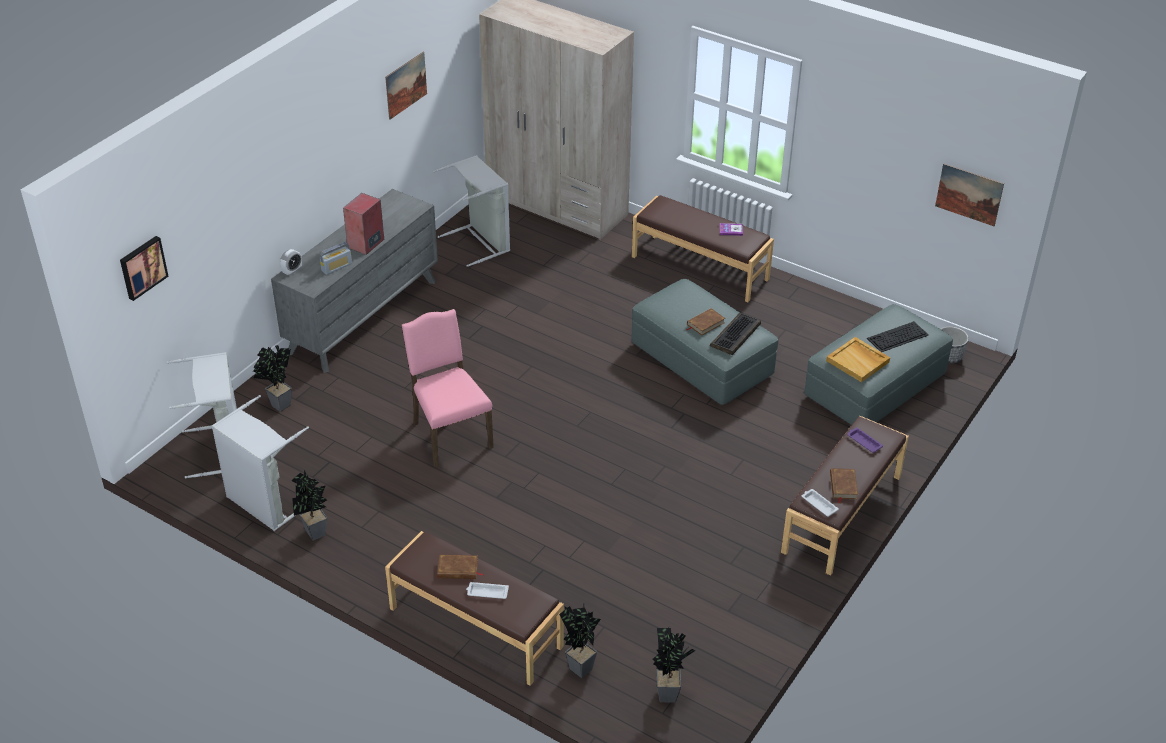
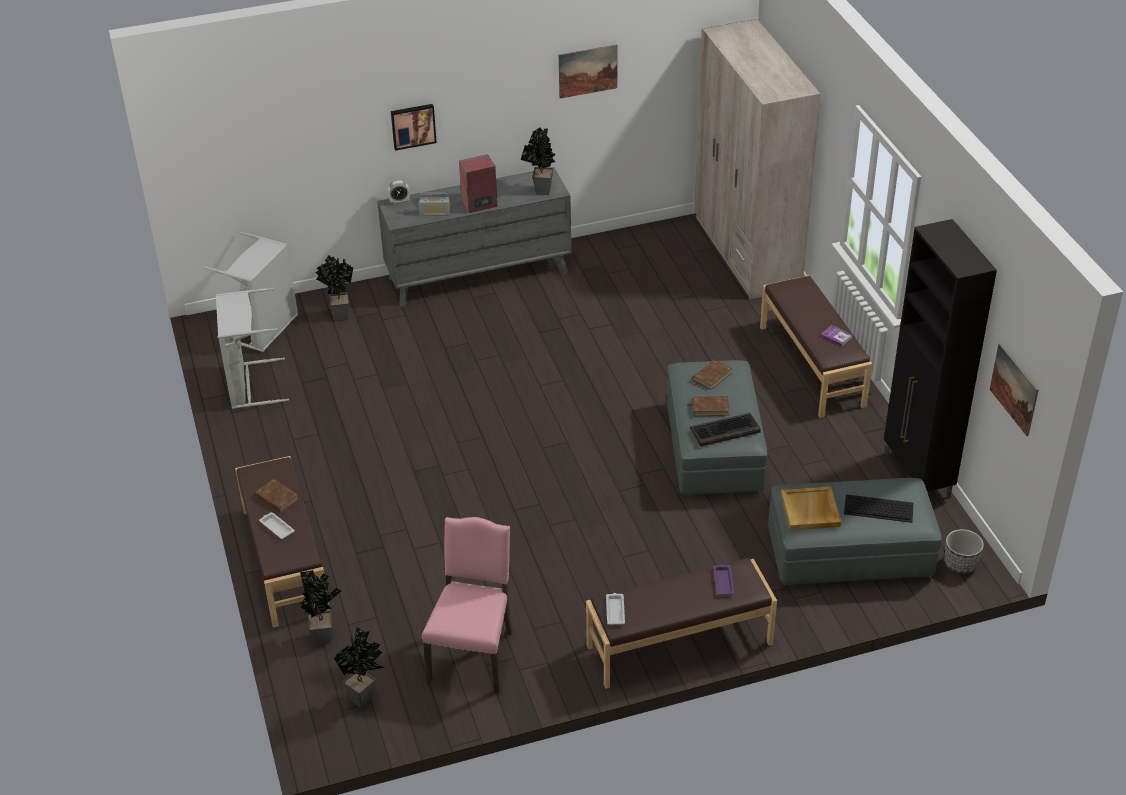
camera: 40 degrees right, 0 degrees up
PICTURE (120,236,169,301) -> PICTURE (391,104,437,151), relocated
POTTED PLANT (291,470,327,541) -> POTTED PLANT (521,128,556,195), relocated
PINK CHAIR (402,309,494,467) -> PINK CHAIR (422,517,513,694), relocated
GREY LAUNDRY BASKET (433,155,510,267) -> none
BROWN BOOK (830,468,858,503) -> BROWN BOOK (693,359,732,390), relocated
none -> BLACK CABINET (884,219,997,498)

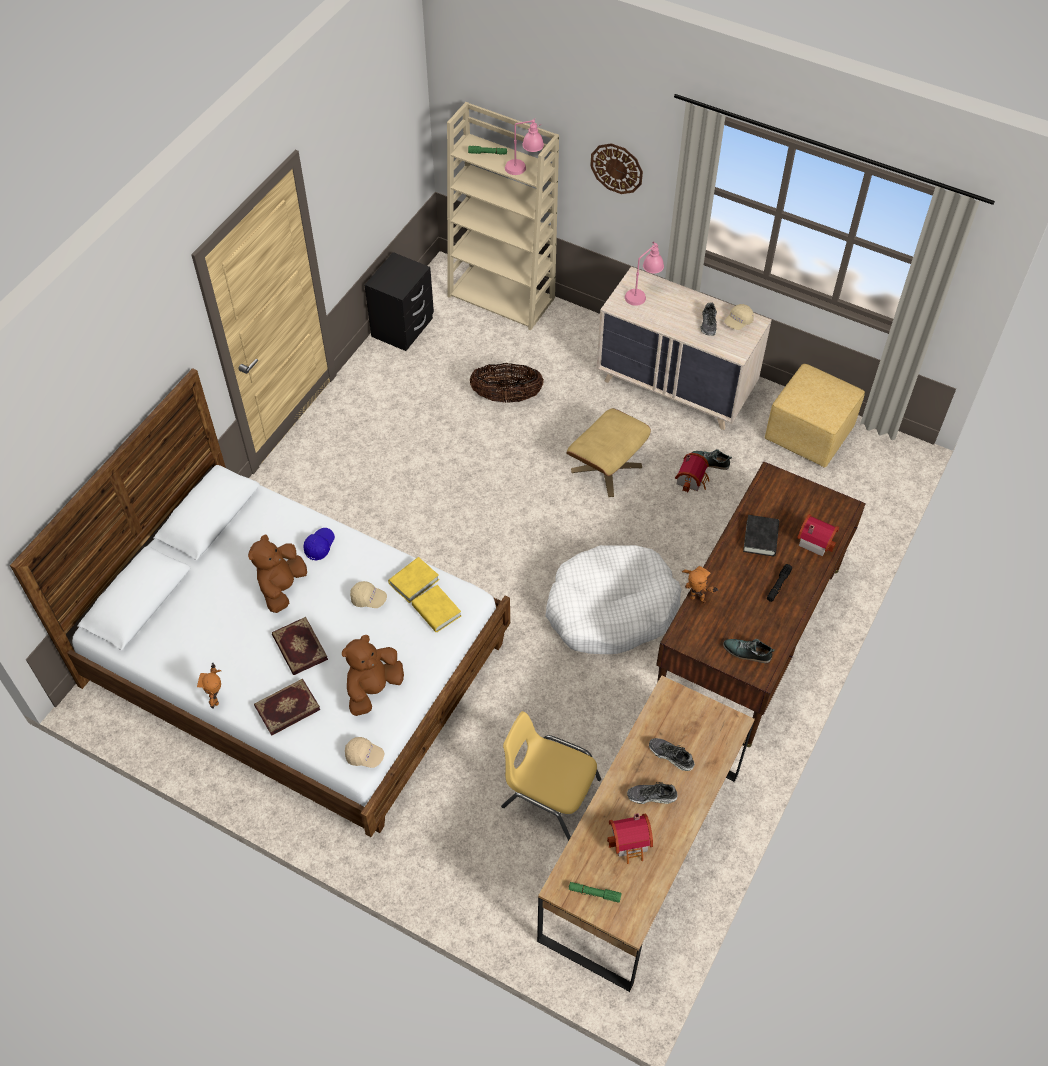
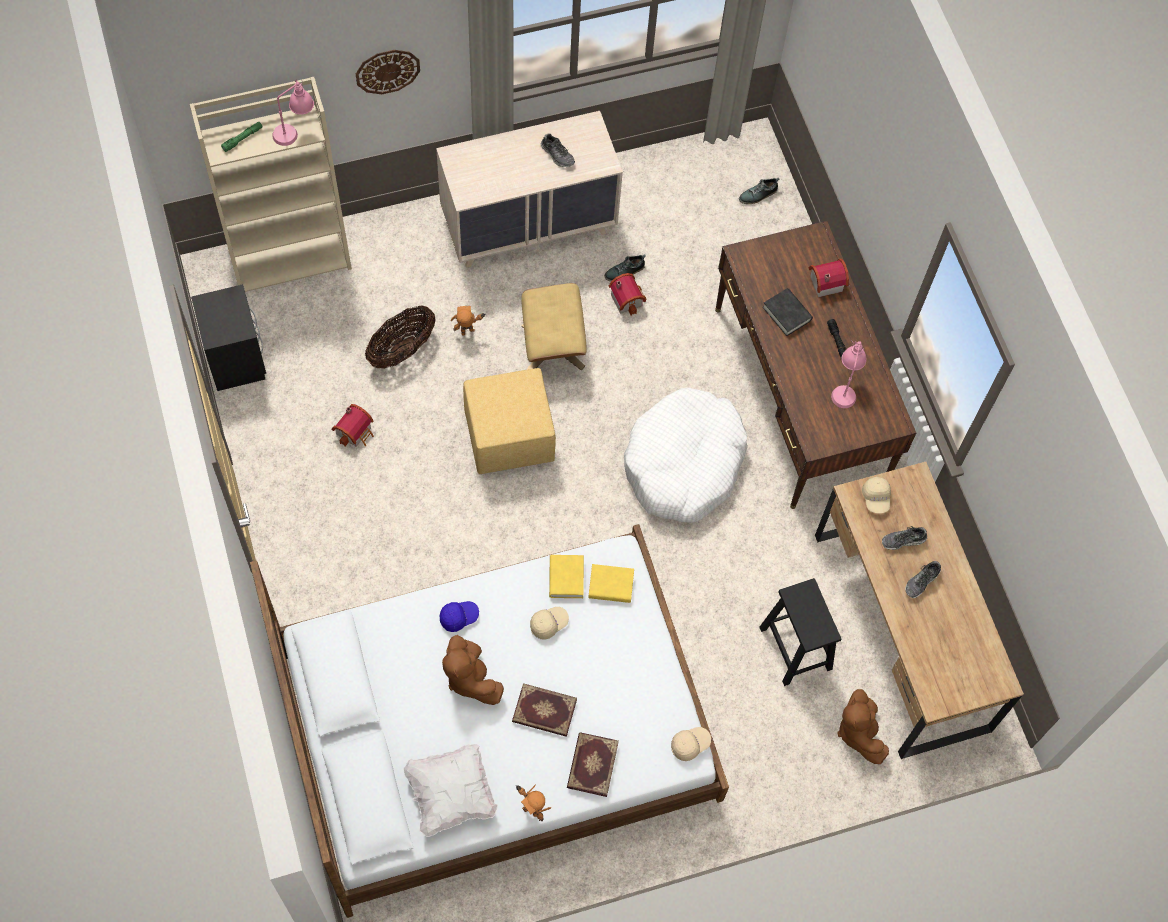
camera: 50 degrees left, 10 degrees up
BLUE CAP (303,528,335,560) -> BLUE CAP (440,601,479,632), 90 degrees clockwise
BROWN PLUSH TOY (342,635,404,716) -> BROWN PLUSH TOY (838,689,889,764), relocated
YELLOW CHAIR (501,711,601,841) -> BLACK STOOL (759,578,841,686)
GREEN FLASHLIGHT (569,882,622,903) -> none
TOY HOUSE (607,813,653,864) -> TOY HOUSE (331,404,374,447), relocated
PINK TABLE LAMP (625,242,664,306) -> PINK TABLE LAMP (831,340,866,408), relocated
TOY ROBOT (682,566,718,603) -> TOY ROBOT (451,306,485,336), relocated
SHOE (723,639,775,663) -> SHOE (739,177,780,204), relocated
BEIGE CAP (724,304,754,330) -> BEIGE CAP (862,476,891,513), relocated
YELLOW OTTOMAN (765,364,865,468) -> YELLOW OTTOMAN (463,368,556,474), relocated
none -> WHITE PILLOW (403,744,498,837)

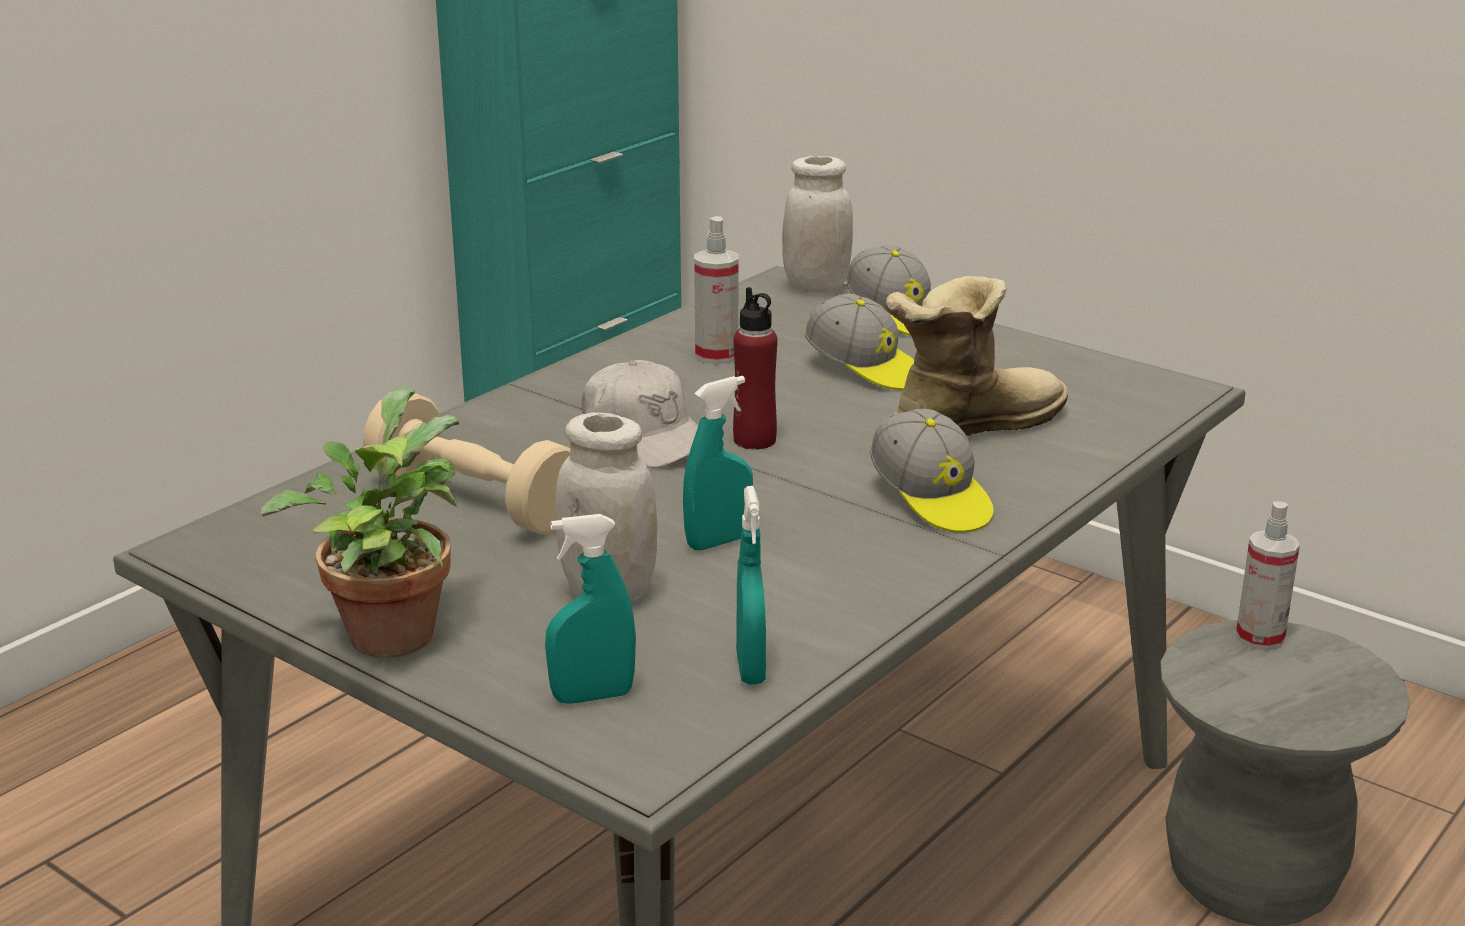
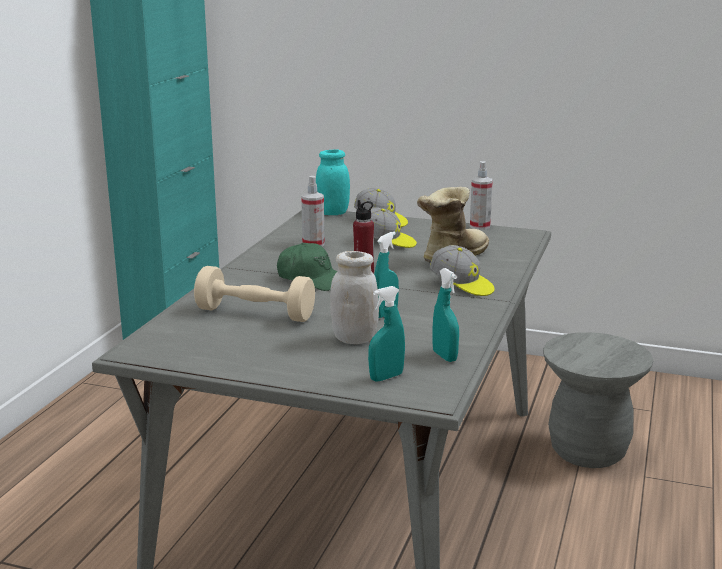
camera: 20 degrees left, 5 degrees down
POTTED PLANT (261,388,459,658) -> none
WHITE CAP (582,360,698,468) -> GREEN CAP (277,243,337,291)
WHITE JAR (782,156,853,292) -> TURQUOISE JAR (316,149,350,215)
SPRAY BOTTLE (1236,501,1300,651) -> SPRAY BOTTLE (470,161,493,230), relocated

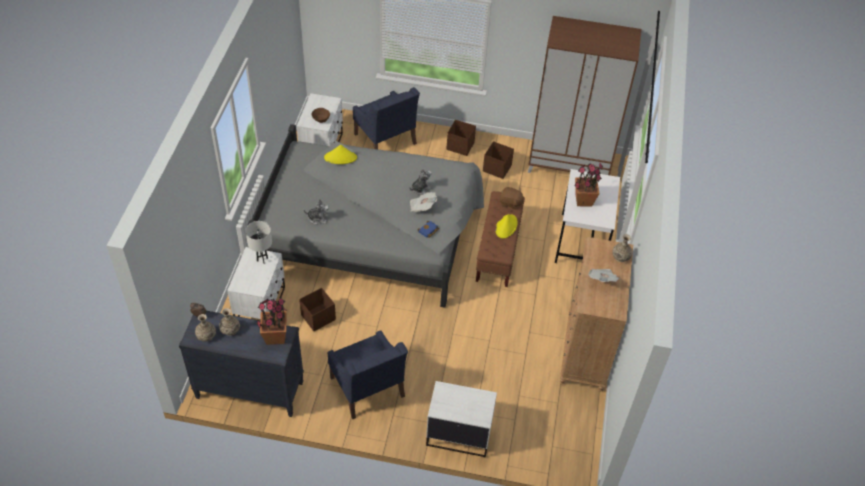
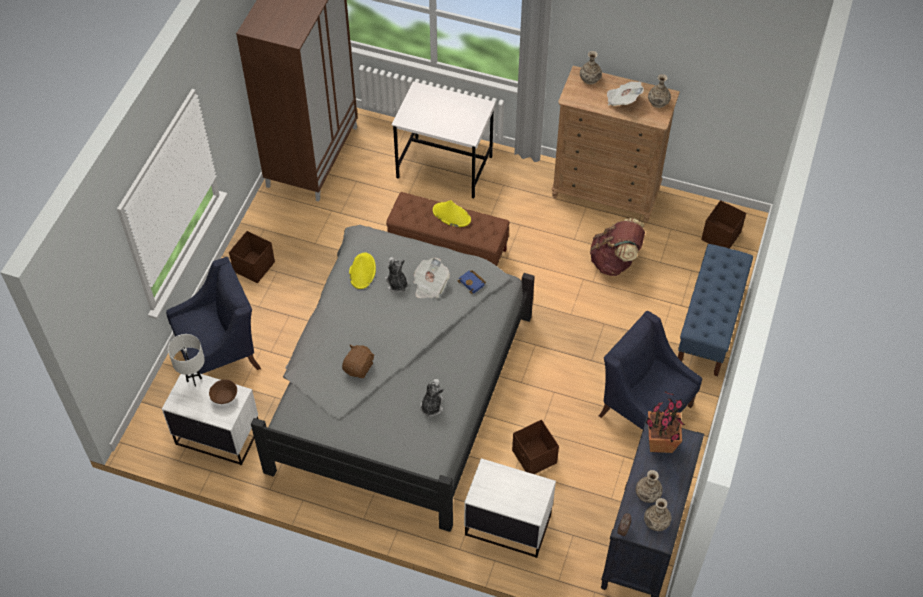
camera: 80 degrees left, 5 degrees up
WHITE TABLE LAMP (245,221,272,264) -> WHITE TABLE LAMP (168,334,205,386), relocated
YELLOW HAT (324,145,357,164) -> YELLOW HAT (349,253,376,289), relocated
BLUE ARMCHAIR (327,331,408,419) -> BLUE ARMCHAIR (598,311,702,430), 120 degrees counterclockwise
WHITE NIGHTSTAND (426,381,497,457) -> BLUE BENCH (678,244,753,376)
BROWN STORAGE BOX (483,141,514,179) -> BROWN STORAGE BOX (701,200,746,249), relocated
BROWN PLUSH TOY (500,187,525,210) -> BROWN PLUSH TOY (342,345,374,378), relocated
POTTED PLANT (574,163,603,207) -> none
none -> BROWN BACKPACK (590,218,645,276)
none -> VASE (648,74,671,108)

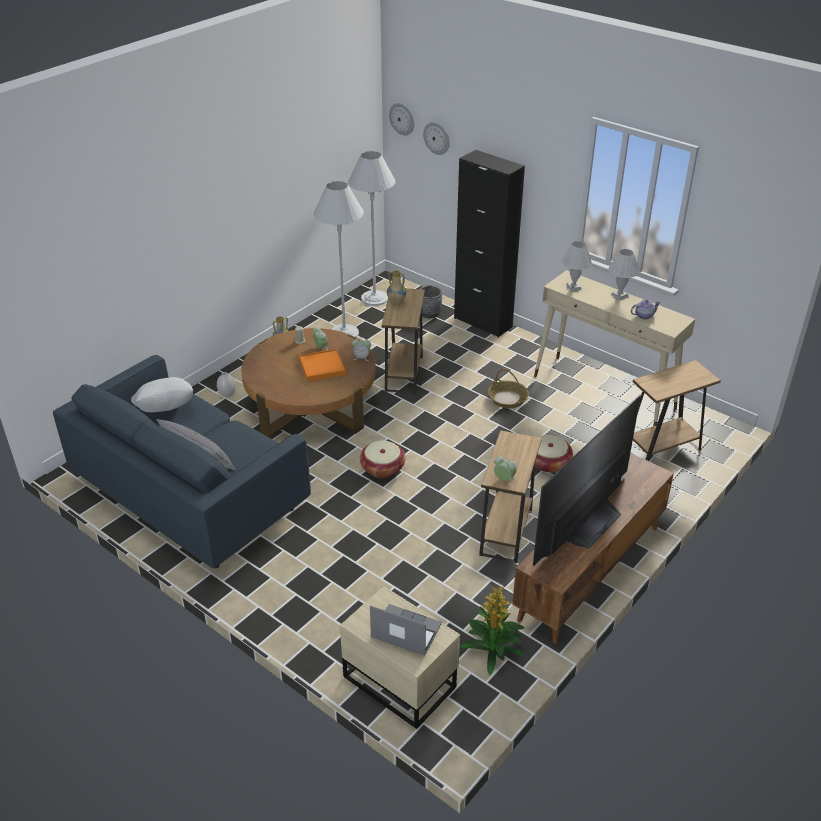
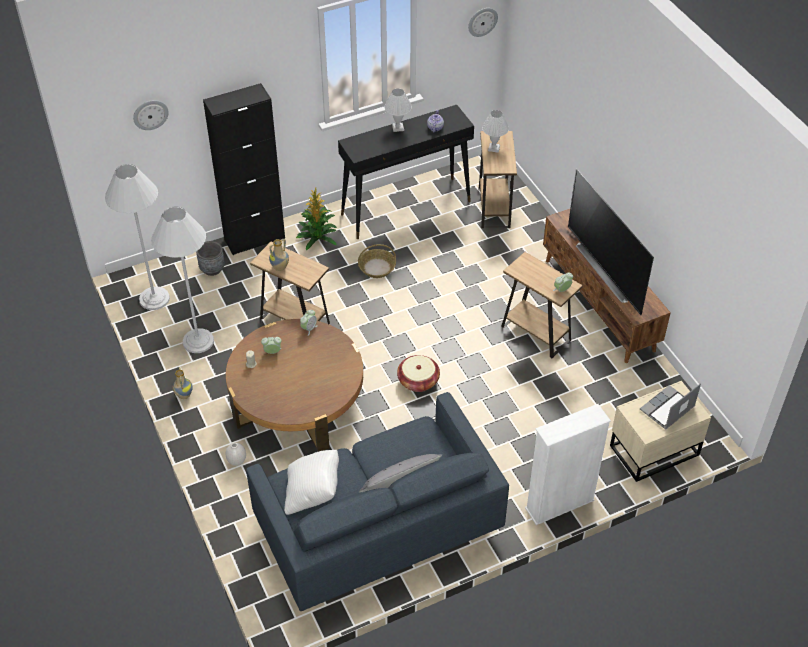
camera: 65 degrees left, 10 degrees up
ORANGE TRAY (299,349,346,382) -> none
WALL CLOCK (389,103,414,135) -> WALL CLOCK (468,8,498,37), relocated
POTTED PLANT (461,585,525,675) -> POTTED PLANT (296,188,337,250), relocated
BEIGE CONSOLE TABLE (534,270,695,426) -> BLACK CONSOLE TABLE (338,105,474,239)
BASKET (535,435,573,472) -> none
WHITE TABLE LAMP (562,241,592,291) -> WHITE TABLE LAMP (482,110,509,153), relocated
none -> WHITE BOOKCASE (525,404,611,525)

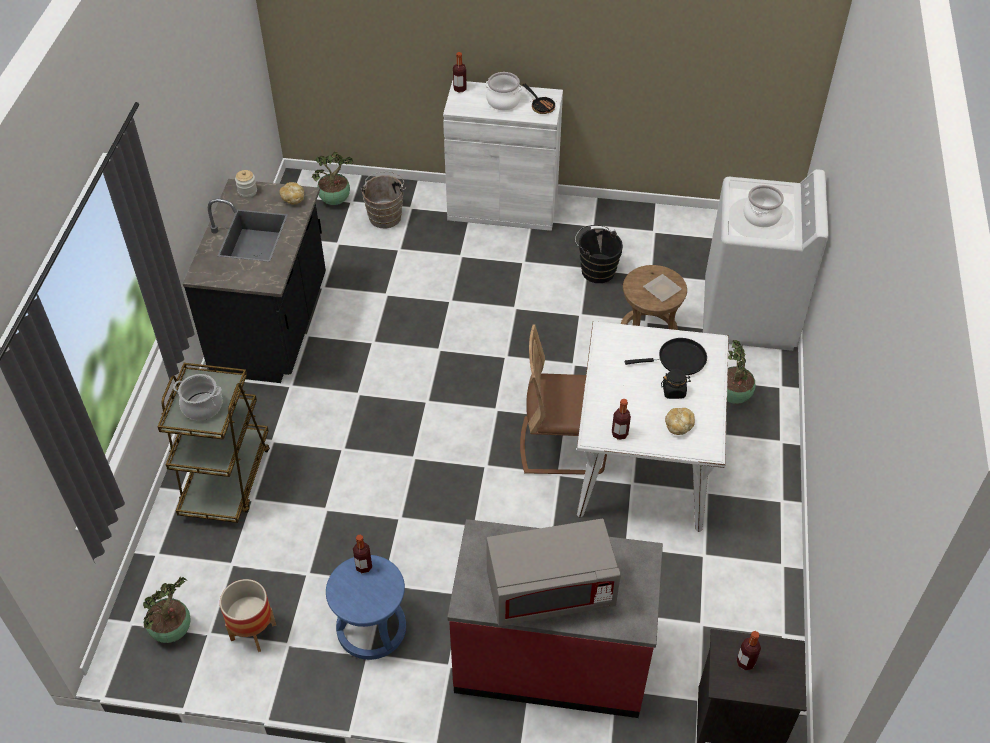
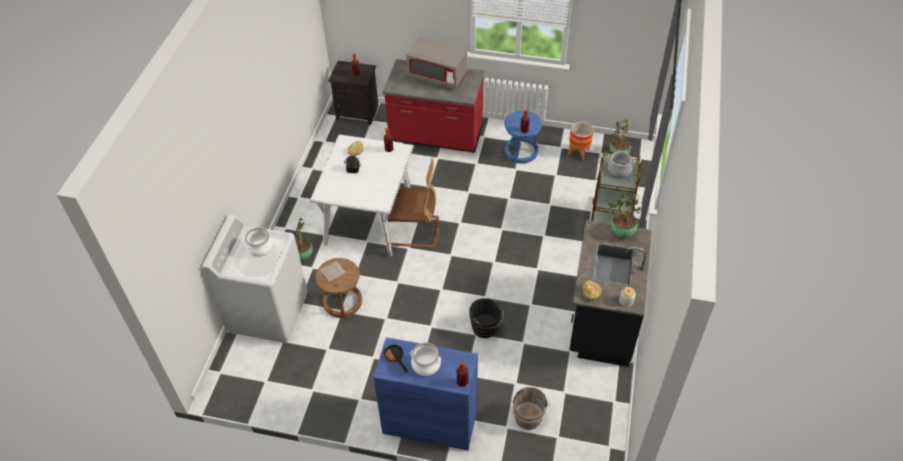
camera: 175 degrees left, 0 degrees up
POTTED PLANT (312,152,353,205) -> POTTED PLANT (609,192,641,238), relocated
WHITE CABINET (443,80,563,231) -> BLUE CABINET (373,337,478,450)
GREY MICROWAVE (486,519,621,626) -> GREY MICROWAVE (406,38,467,89), 150 degrees counterclockwise
BLACK BUCKET (575,225,623,283) -> BLACK BUCKET (469,298,504,338), relocated
BLACK FRYING PAN (625,338,707,375) -> none

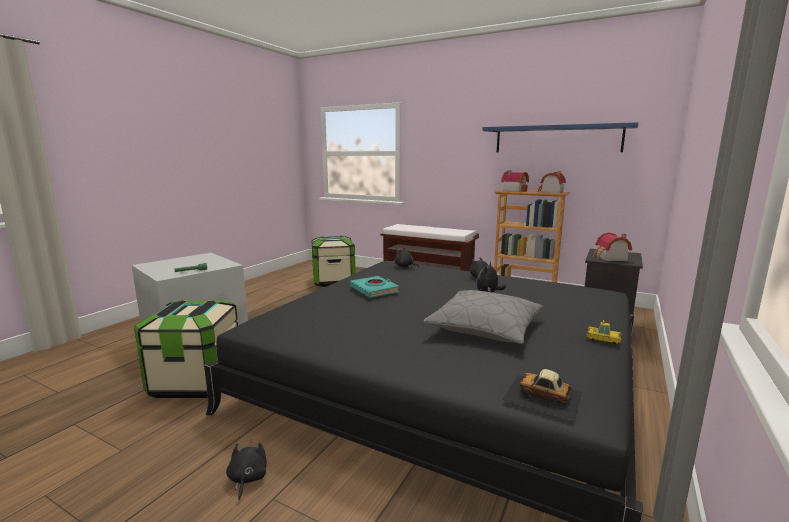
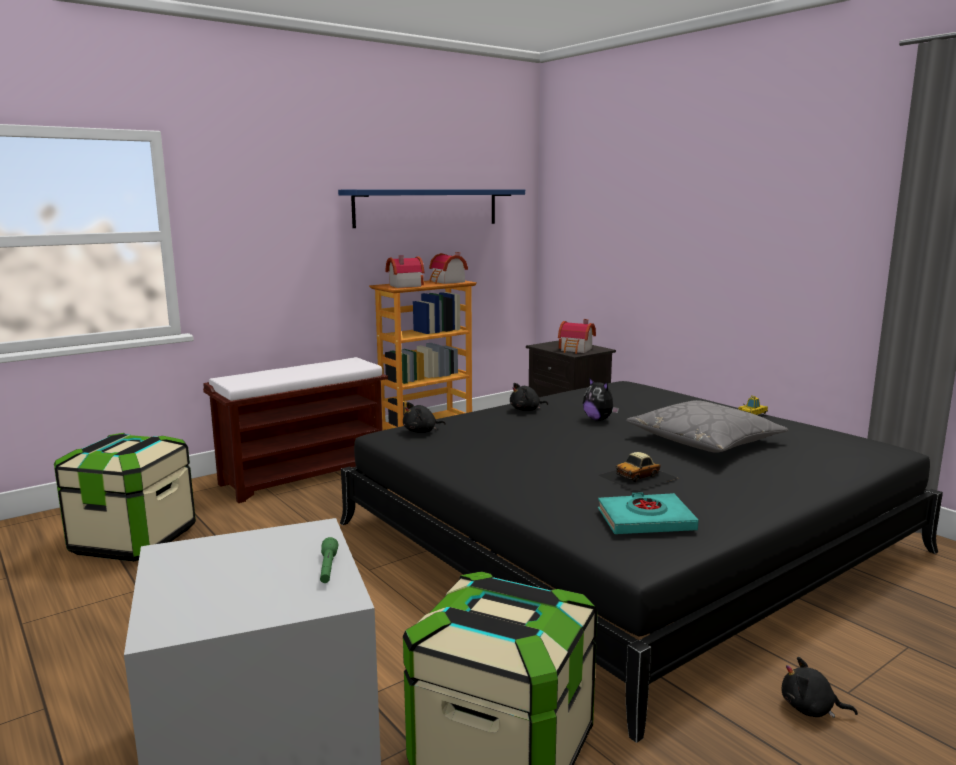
camera: 65 degrees left, 0 degrees up
TURQUOISE BOOK (350,276,400,298) -> TURQUOISE BOOK (598,493,698,534), relocated
TOY CAR (502,369,583,421) -> TOY CAR (598,452,677,491), relocated

